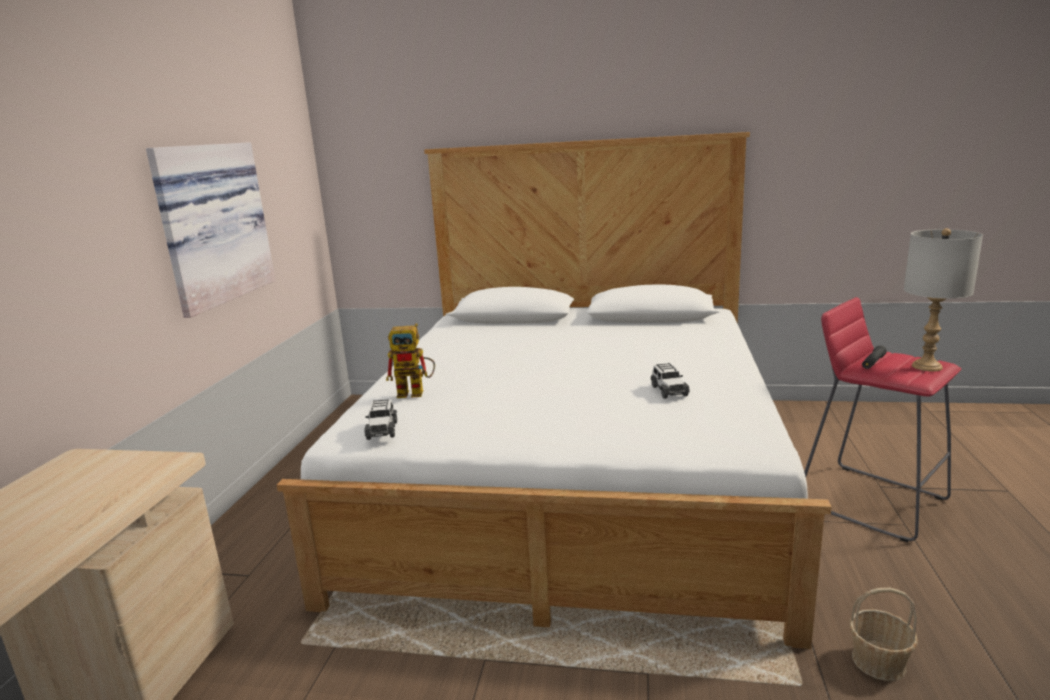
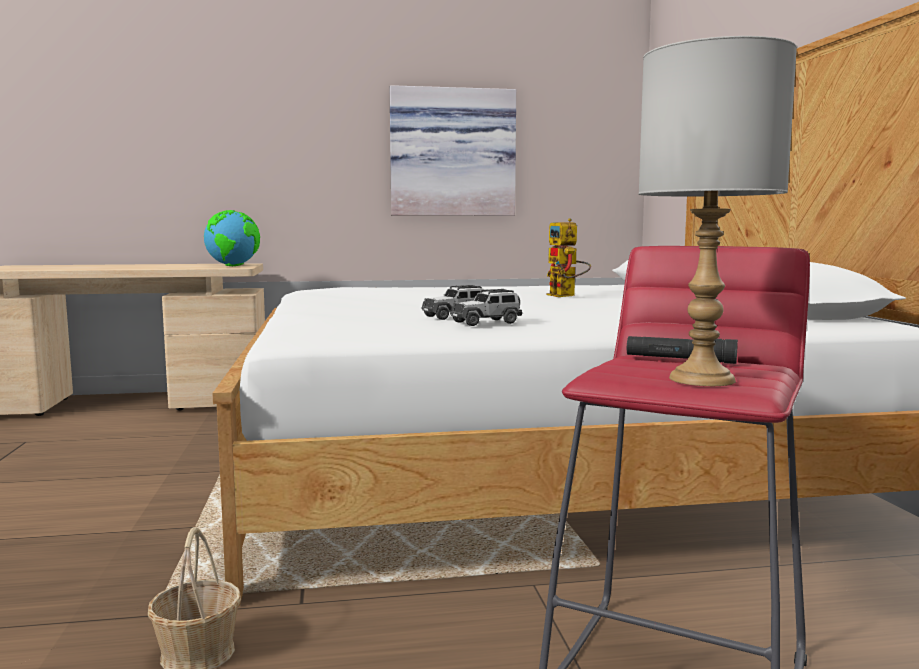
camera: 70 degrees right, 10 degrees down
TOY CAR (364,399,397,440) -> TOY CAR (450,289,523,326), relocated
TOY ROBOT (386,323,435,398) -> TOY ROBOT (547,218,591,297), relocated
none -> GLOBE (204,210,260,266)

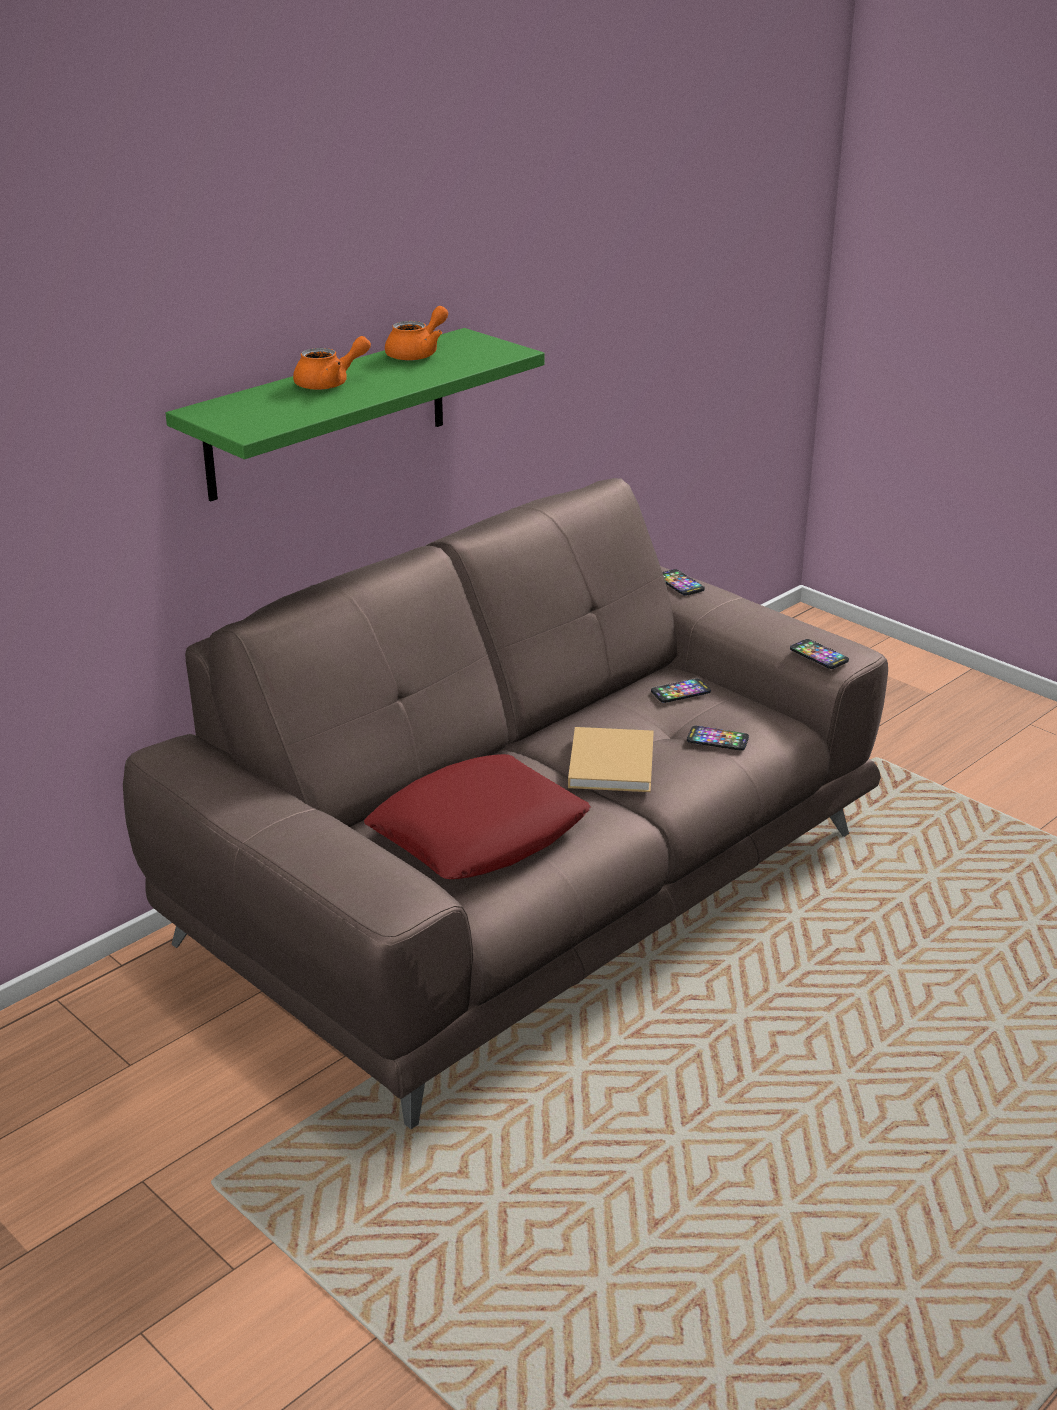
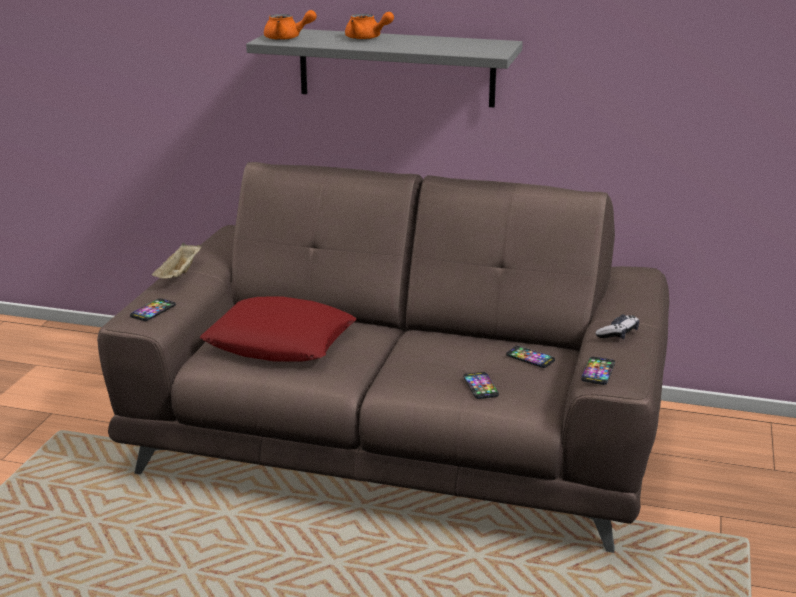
camera: 60 degrees right, 5 degrees down
GREEN SHELF (166,328,545,502) -> GREY SHELF (246,29,523,107)
ORANGE TEAPOT (385,306,448,361) -> ORANGE TEAPOT (264,10,317,40), relocated
BEIGE BOOK (568,727,654,792) -> none
PHONE (662,569,705,596) -> PHONE (130,298,176,321), relocated
none -> BEIGE TRAY (152,243,201,278)
none -> GAME CONTROLLER (595,314,639,339)

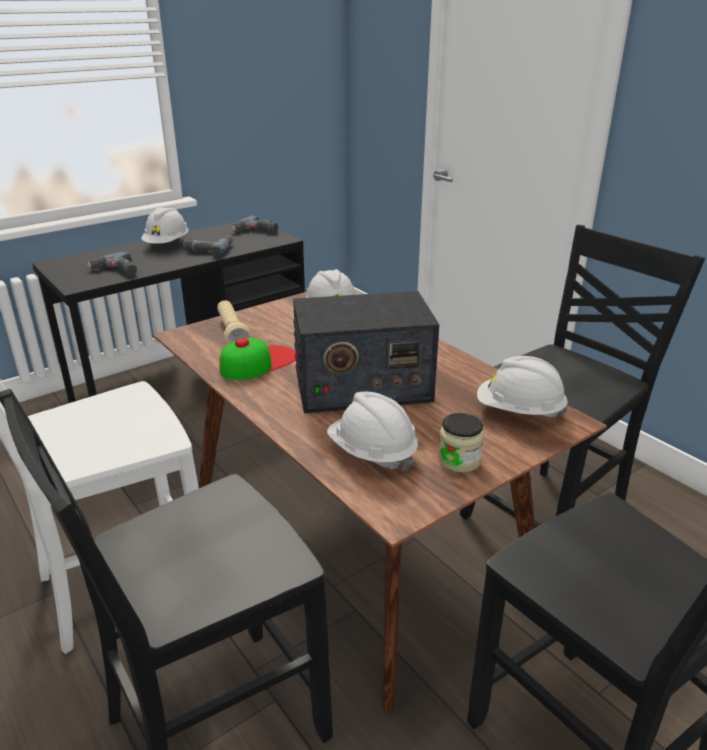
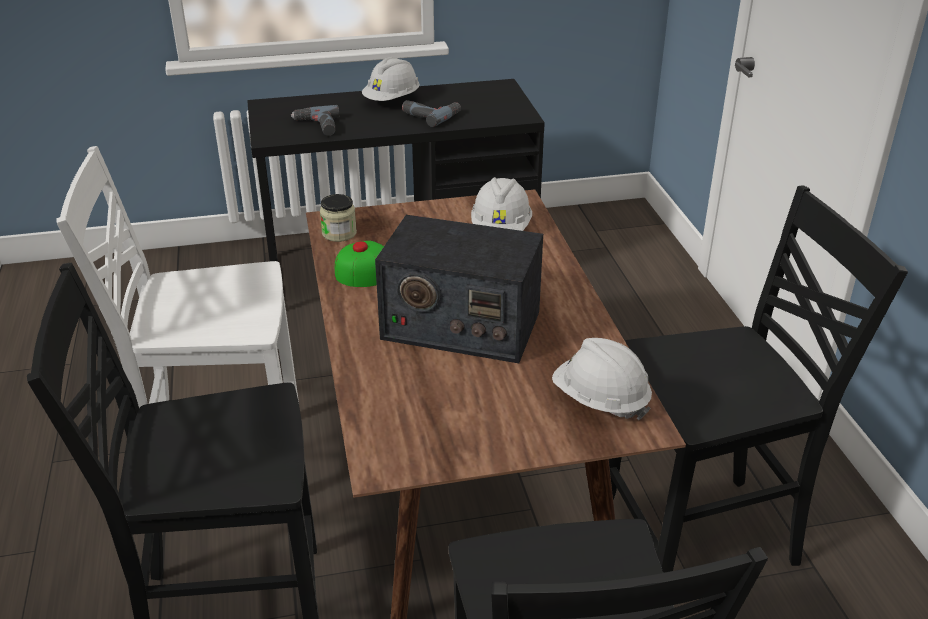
camera: 25 degrees right, 5 degrees up
BEIGE FLASHLIGHT (217,300,251,344) -> none
POWER DRILL (231,215,278,233) -> none
WHITE HARD HAT (327,392,418,471) -> none
JAR (438,413,484,473) -> JAR (320,194,357,242), relocated

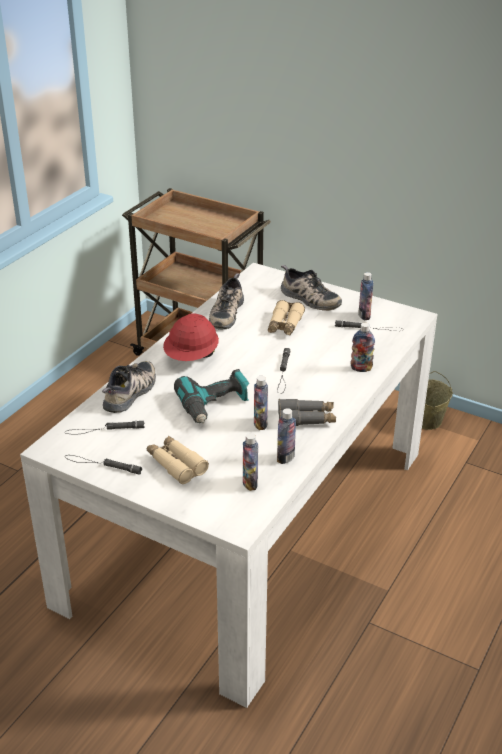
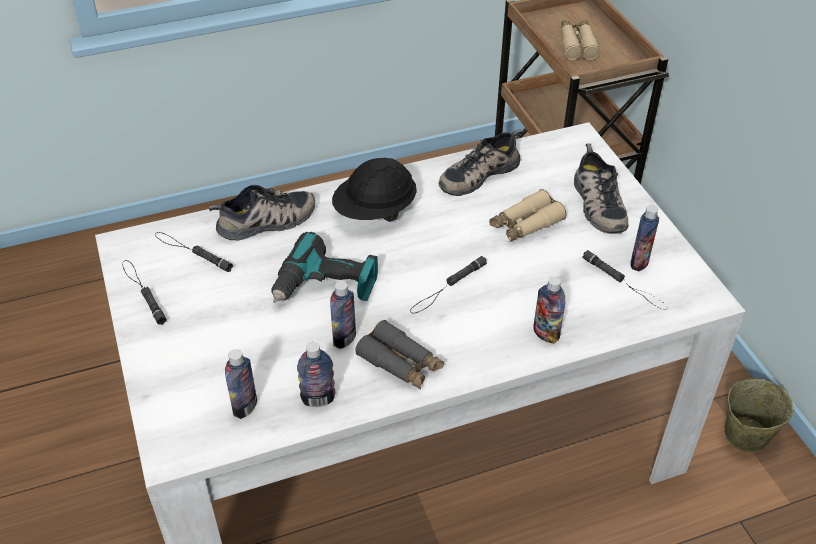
camera: 40 degrees right, 10 degrees up
BEIGE BINOCULARS (147,435,209,484) -> BEIGE BINOCULARS (561,20,600,60), relocated
RED HARD HAT (163,313,219,361) -> BLACK HARD HAT (332,158,417,222)

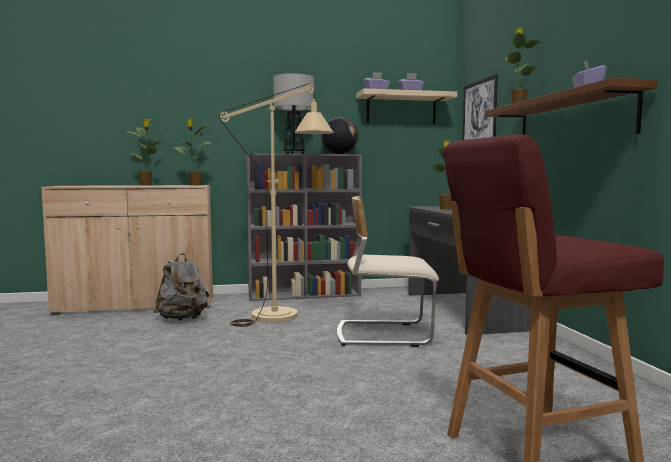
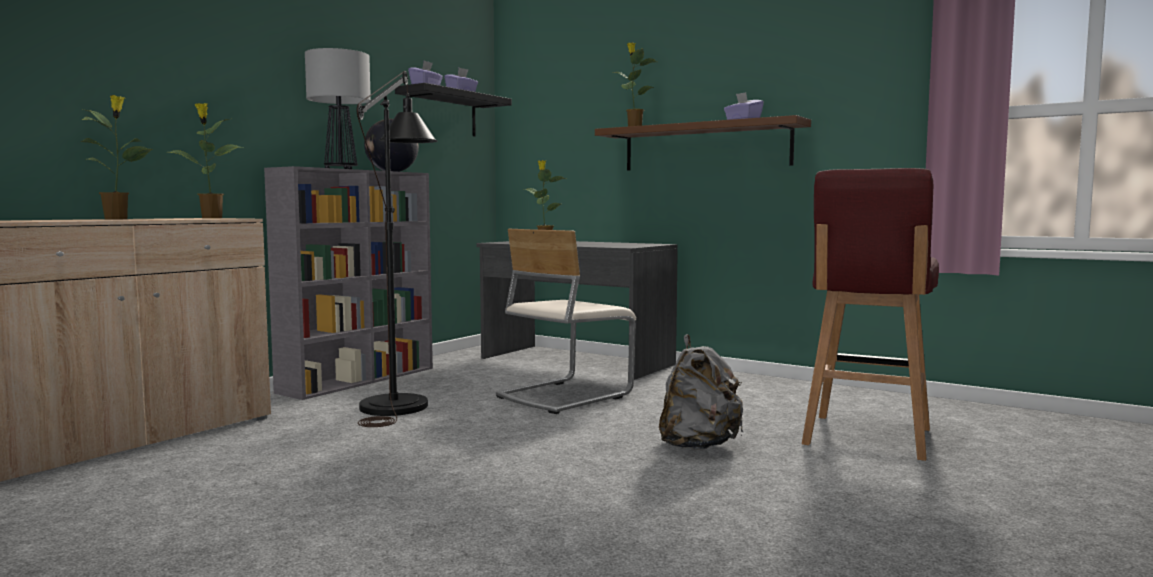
camera: 45 degrees left, 0 degrees up
GREY BACKPACK (153,253,209,320) -> GREY BACKPACK (659,334,743,450), relocated
BEIGE FLOOR LAMP (219,83,334,327) -> BLACK FLOOR LAMP (357,71,437,427)
BEIGE SHELF (356,88,457,124) -> BLACK SHELF (395,83,512,137)
PICTURE (462,74,498,140) -> none

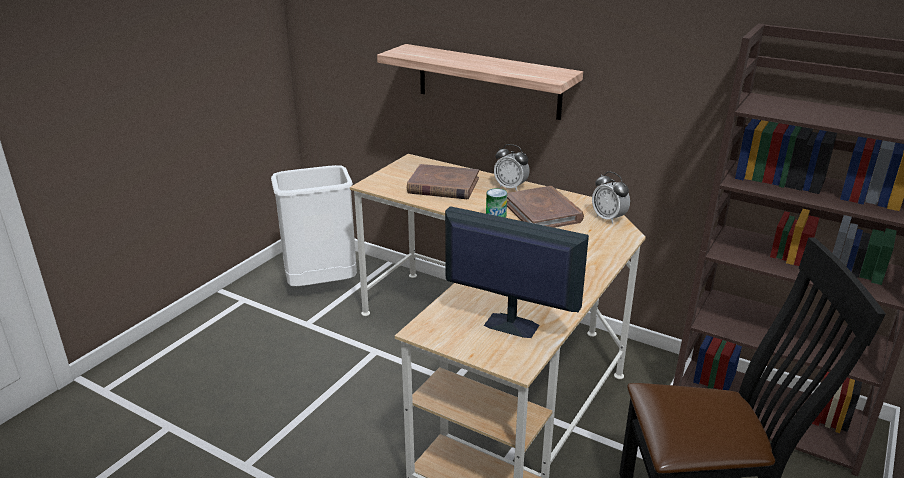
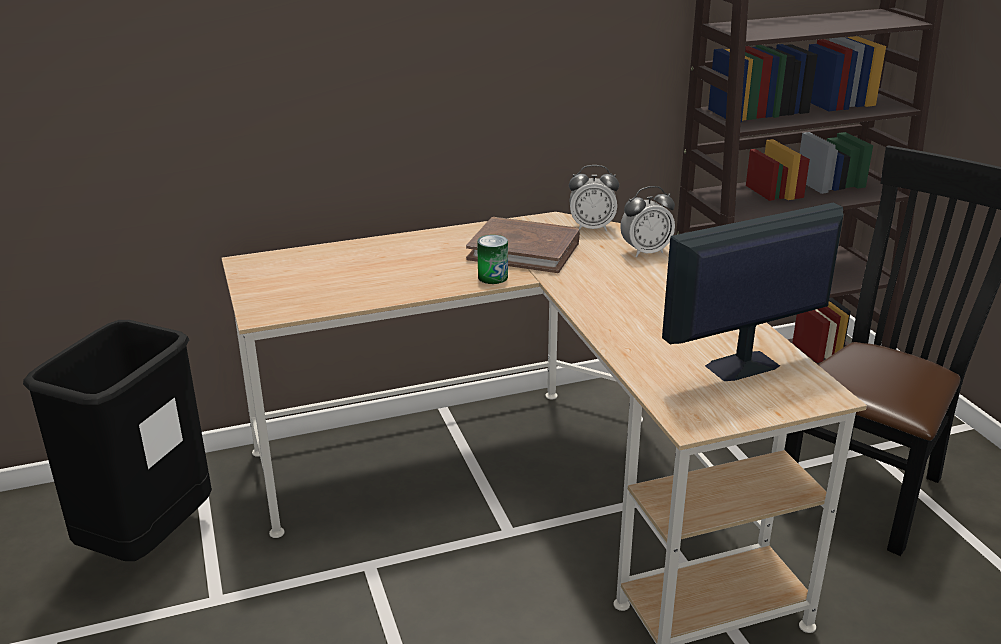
camera: 50 degrees left, 0 degrees up
WHITE TRASH CAN (271,165,357,286) -> BLACK TRASH CAN (23,320,212,561)
SHELF (377,44,583,120) -> none
BROWN BOOK (407,164,479,199) -> none
ALARM CLOCK (494,144,529,191) -> ALARM CLOCK (620,186,675,257), relocated

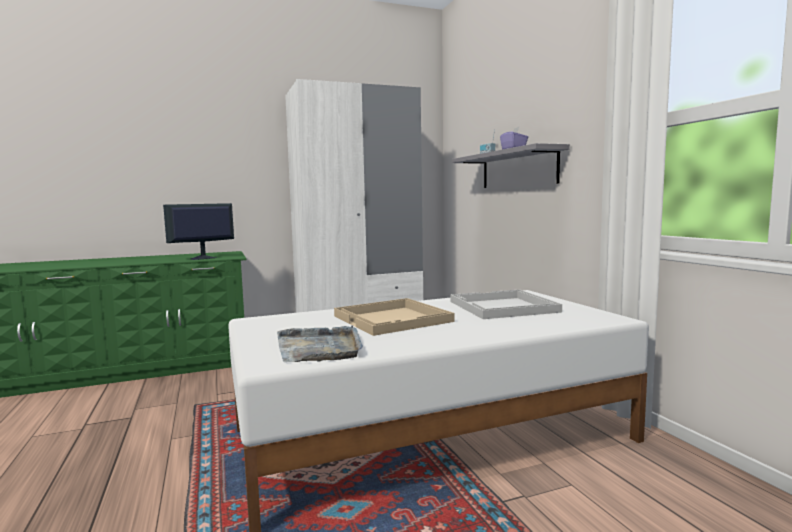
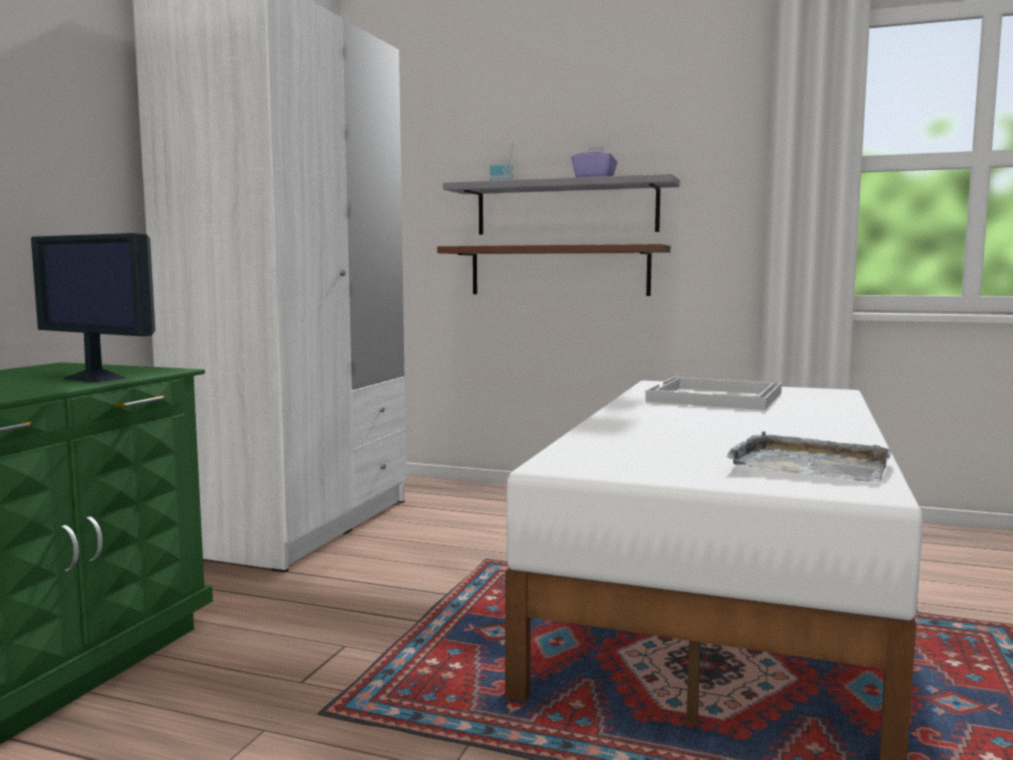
camera: 50 degrees left, 0 degrees up
MONITOR (163,203,234,260) -> MONITOR (31,233,155,382), 60 degrees counterclockwise
BEIGE TRAY (334,298,454,336) -> none
none -> BROWN SHELF (437,244,671,296)

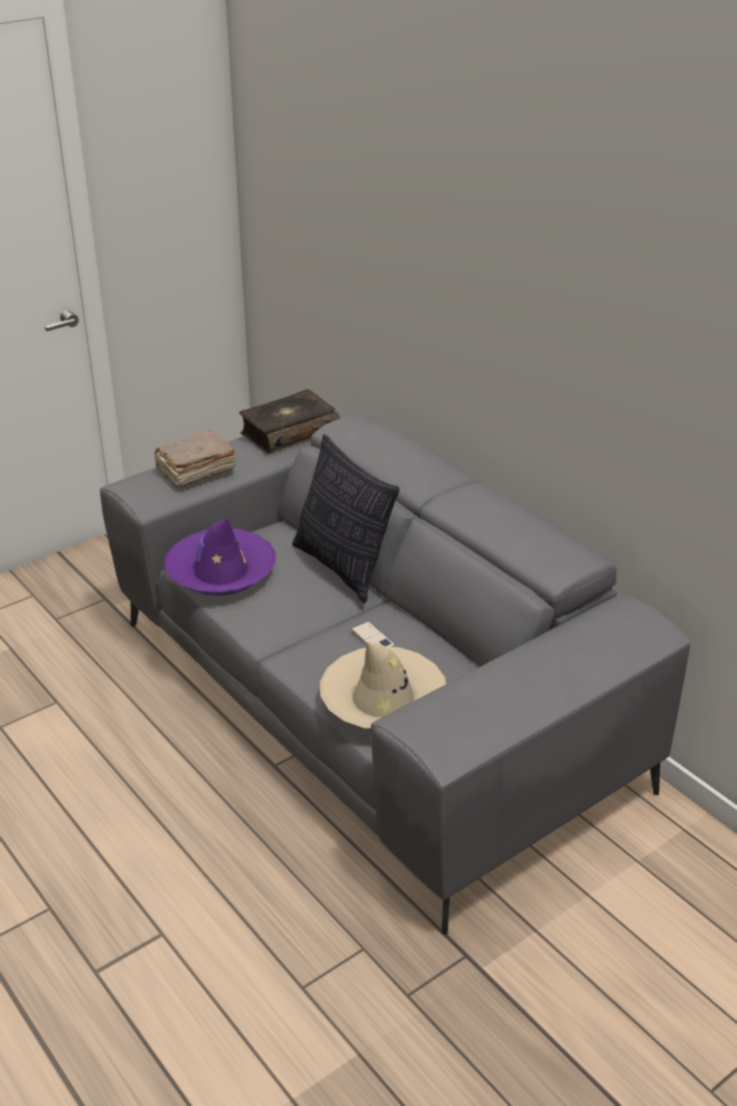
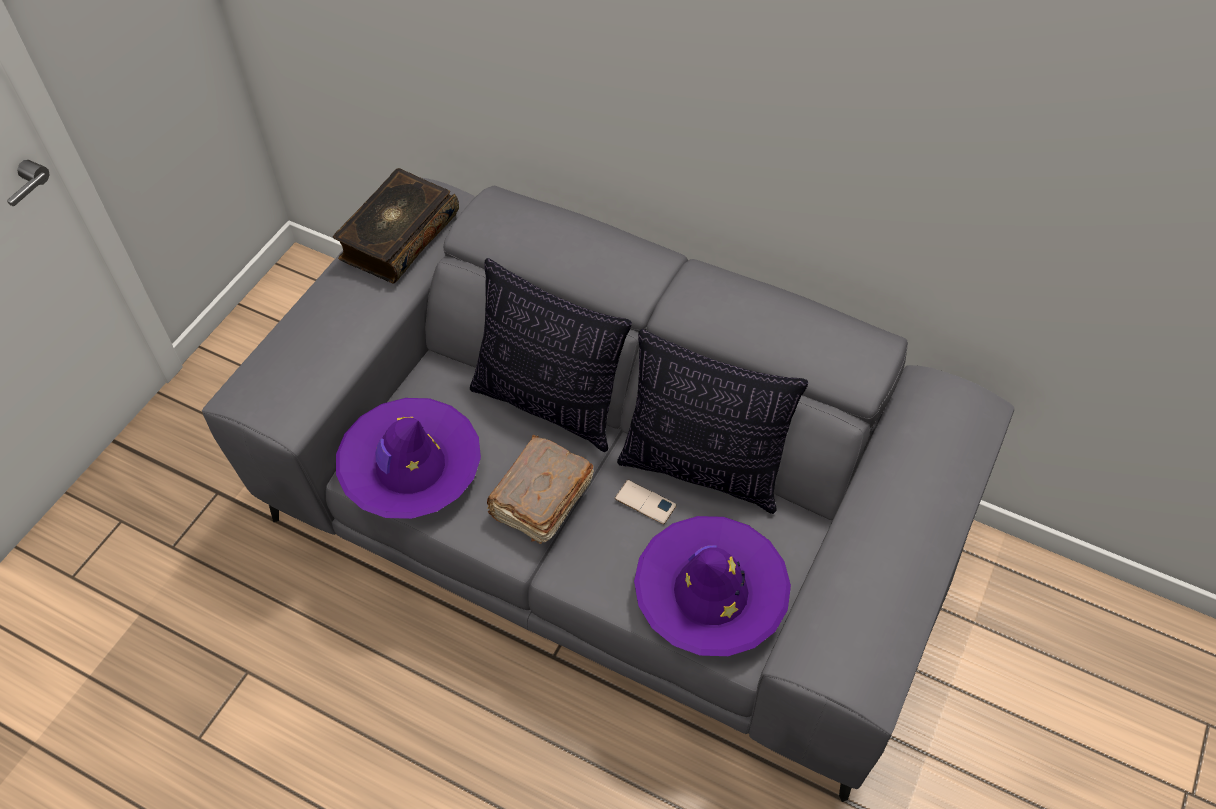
camera: 25 degrees left, 20 degrees up
BROWN BOOK (154,430,236,489) -> BROWN BOOK (487,435,594,544), relocated
BEIGE HAT (320,642,446,730) -> PURPLE HAT (634,516,791,656)
none -> PILLOW (617,329,808,514)

